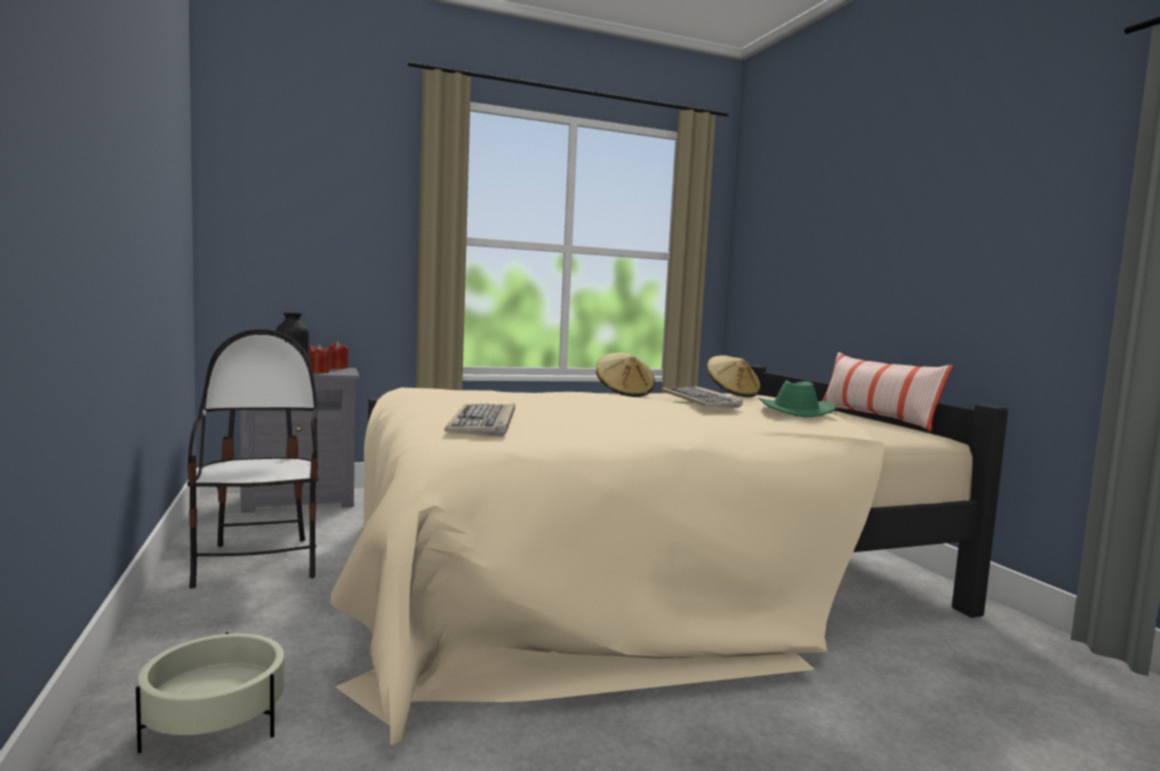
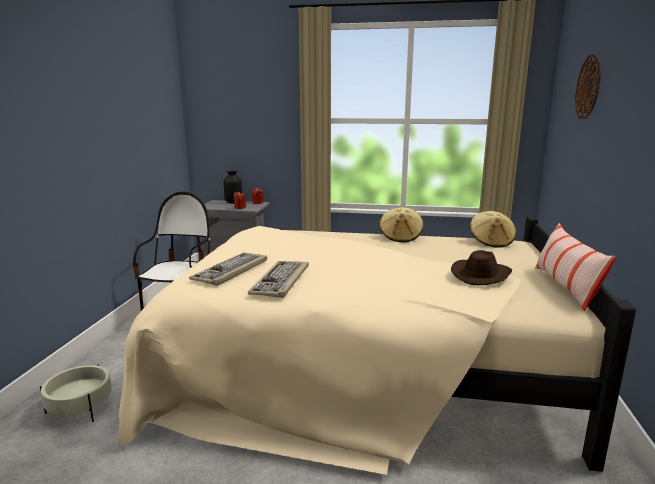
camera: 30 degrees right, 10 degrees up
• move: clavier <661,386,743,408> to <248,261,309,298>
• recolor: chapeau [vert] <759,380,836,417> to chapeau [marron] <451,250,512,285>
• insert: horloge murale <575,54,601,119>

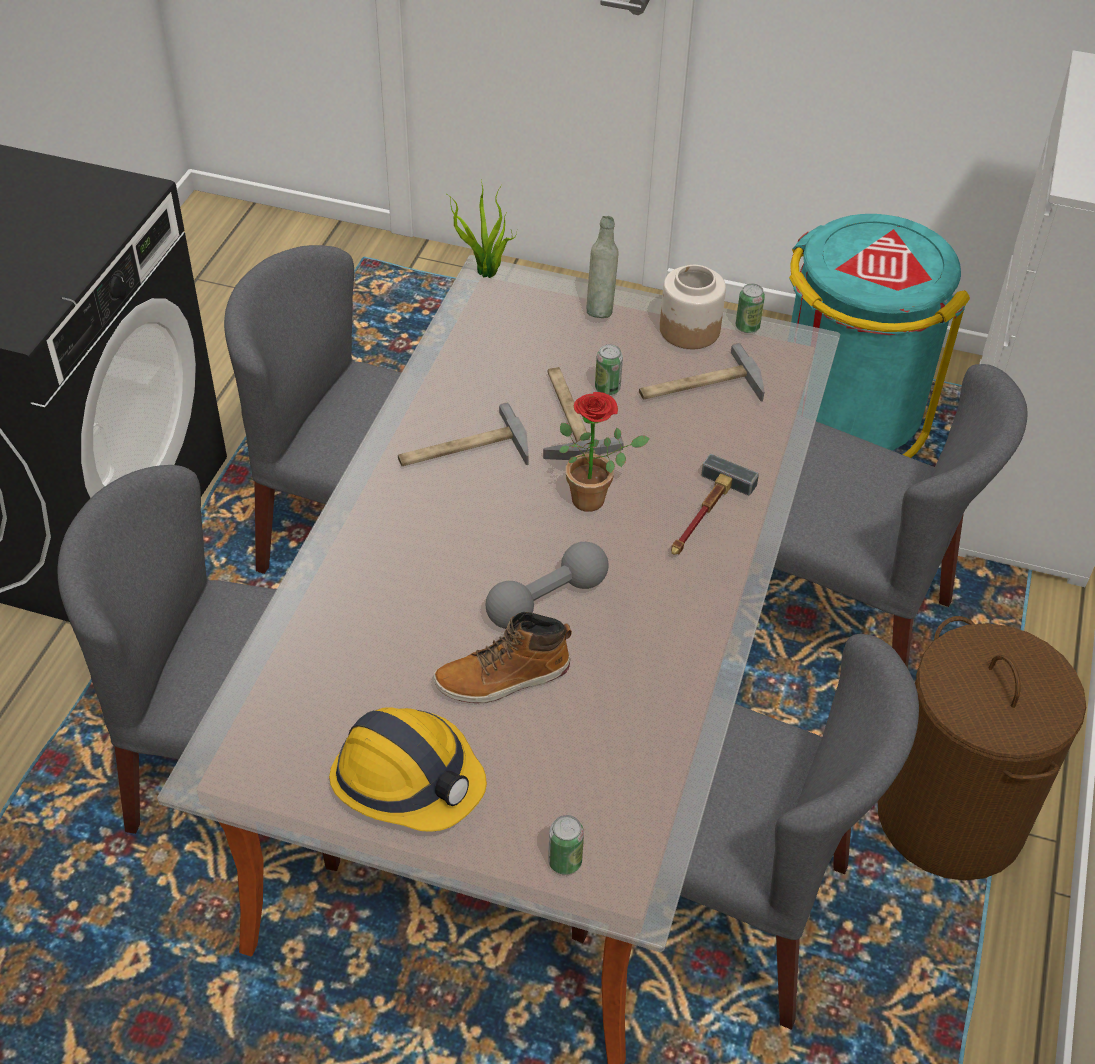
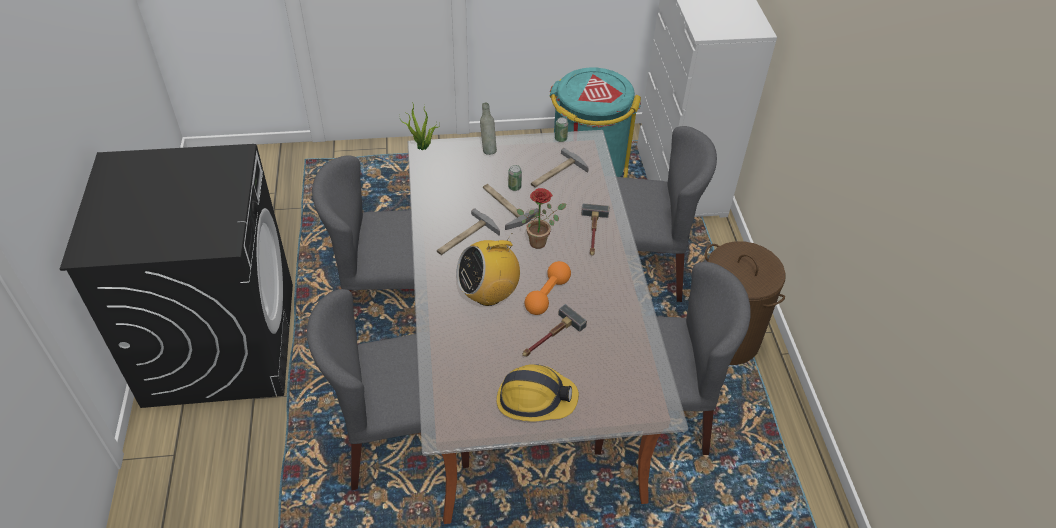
camera: 25 degrees left, 0 degrees up
• replace: botte <434,612,572,703> to marteau <522,304,587,357>
• recolor: haltère [gris] <485,542,609,629> to haltère [orange] <525,261,571,315>
• delete: boîte métallique <548,815,584,875>
• delete: bocal <660,265,726,349>
• insert: radio <456,233,520,306>

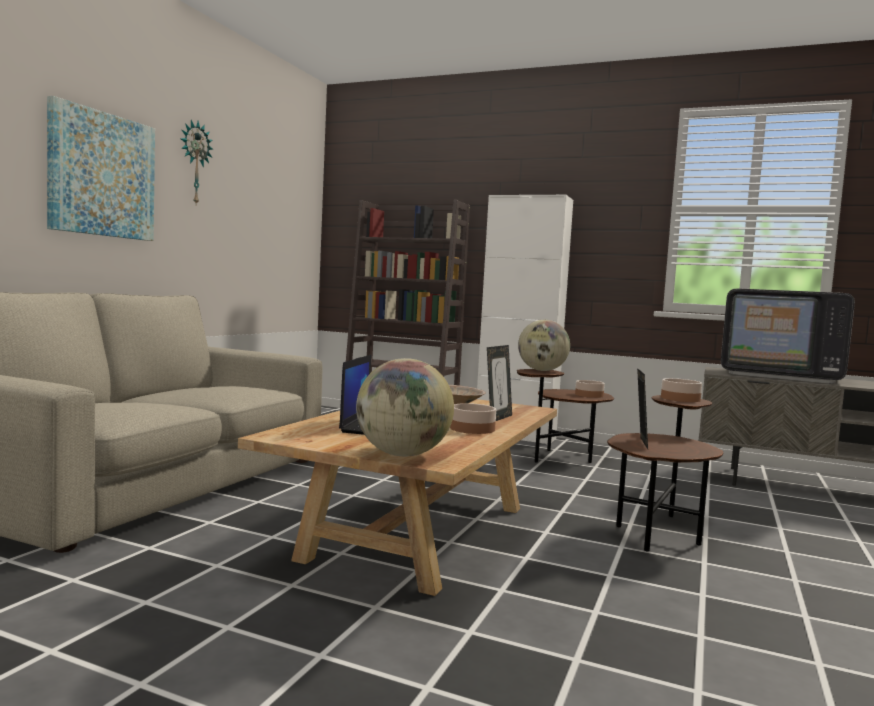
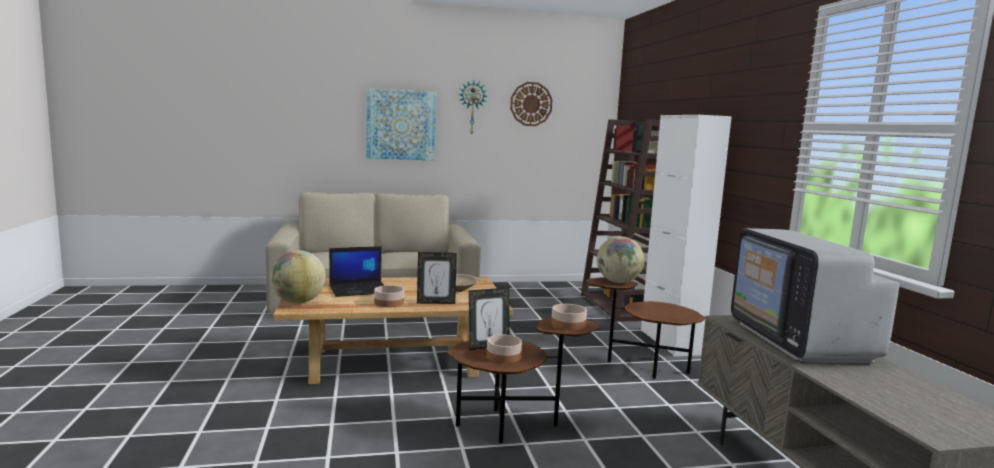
camera: 55 degrees right, 5 degrees up
• move: bol <575,380,605,398> to <487,335,522,363>
• insert: horloge murale <510,82,552,126>

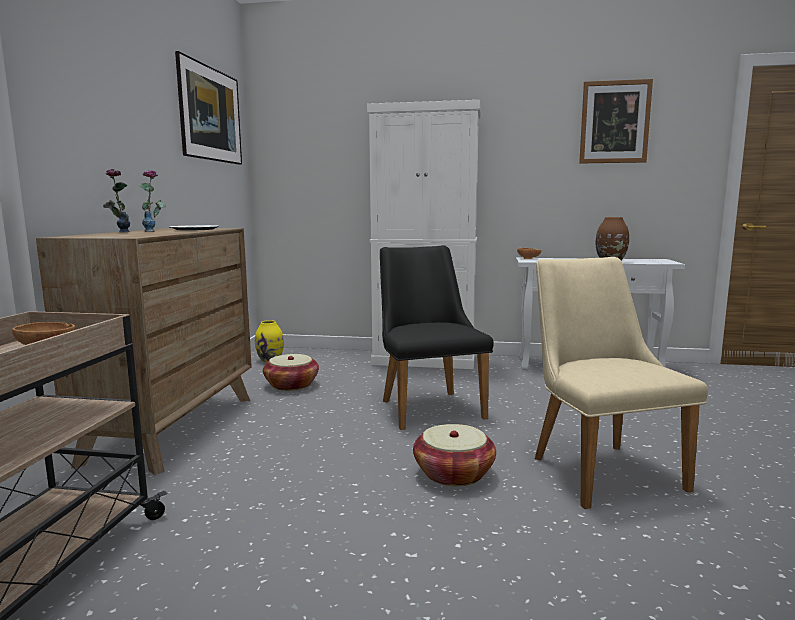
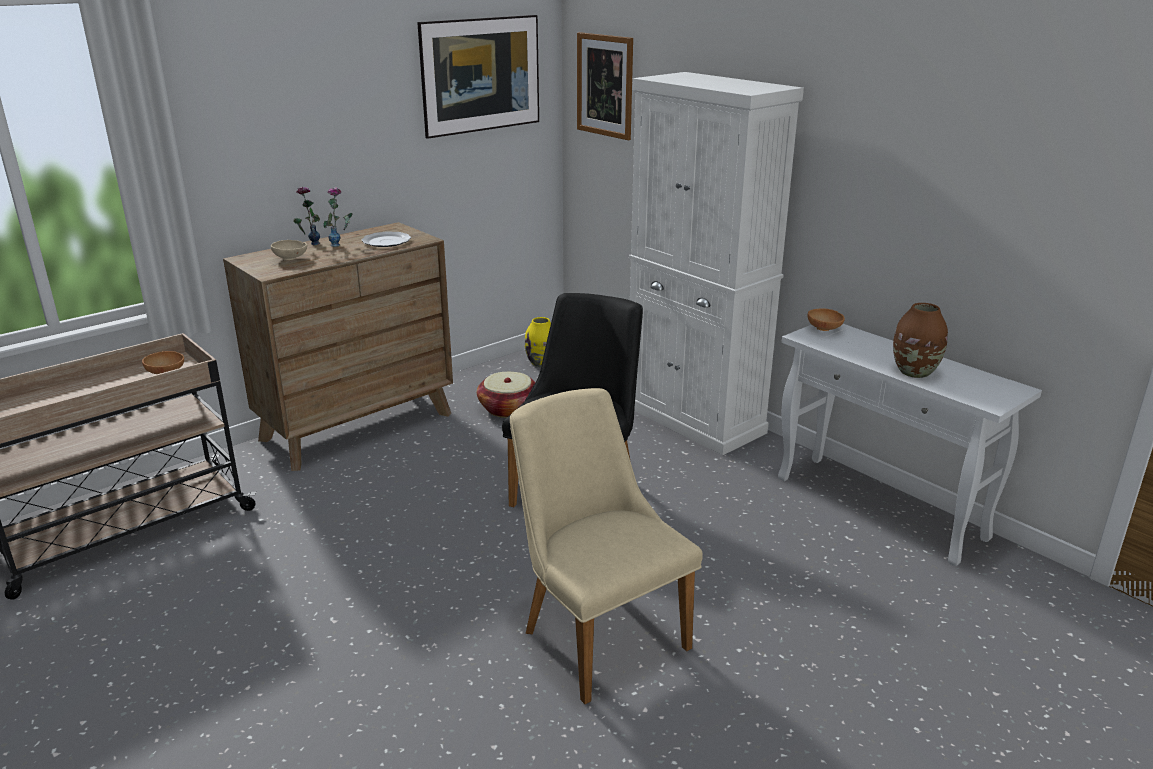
camera: 40 degrees right, 15 degrees up
• delete: panier <413,424,496,487>
• rotate: chaise [beige] <535,257,708,509> = <510,388,703,704> 60 degrees counterclockwise
• move: tableau <579,79,653,164> to <577,32,633,140>
• insert: bol [beige] <271,240,307,260>

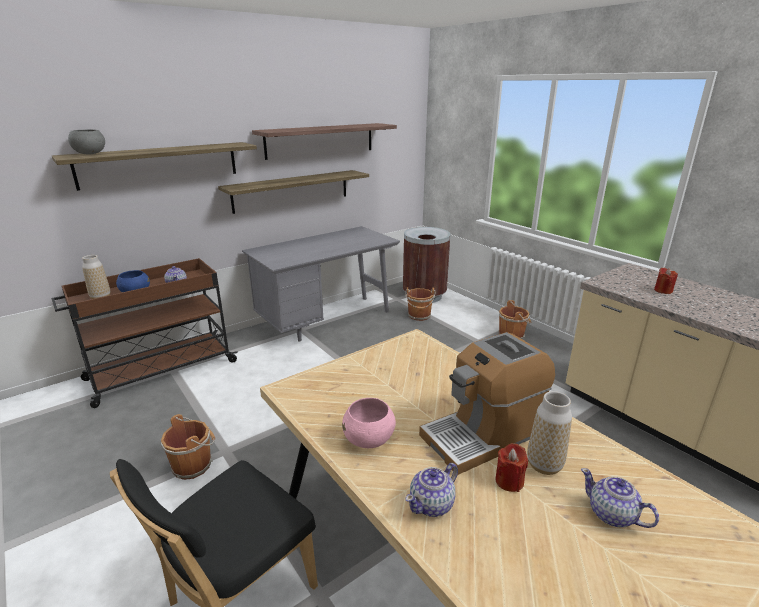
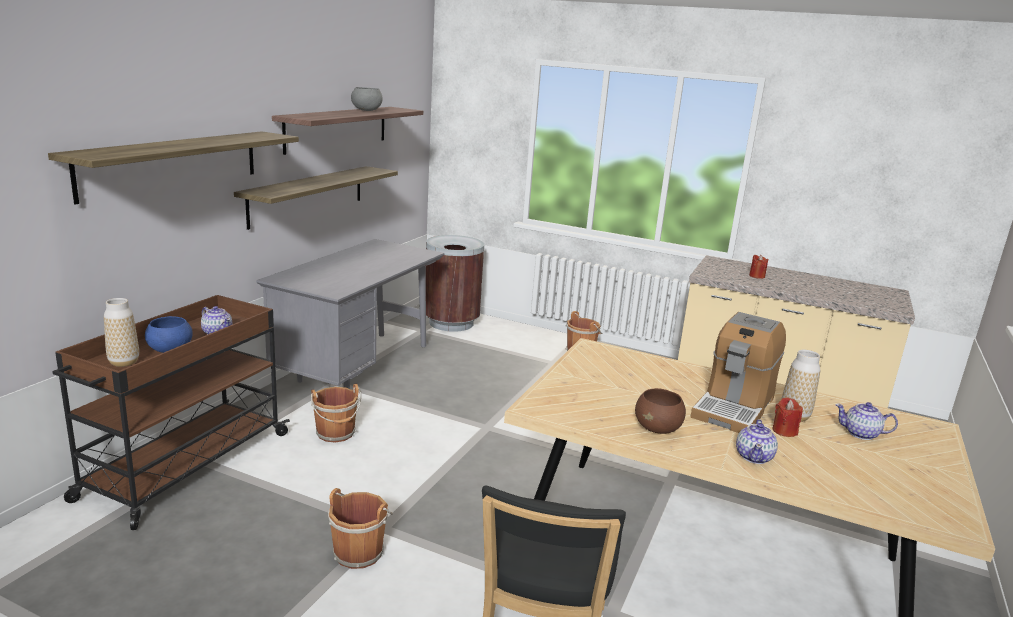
camera: 30 degrees left, 5 degrees down
• move: bol [gris] <68,129,105,155> to <351,87,383,111>
• recolor: bol [rose] <342,398,396,448> to bol [marron] <635,388,686,434>
• move: seau [marron] <405,287,436,321> to <311,384,361,443>

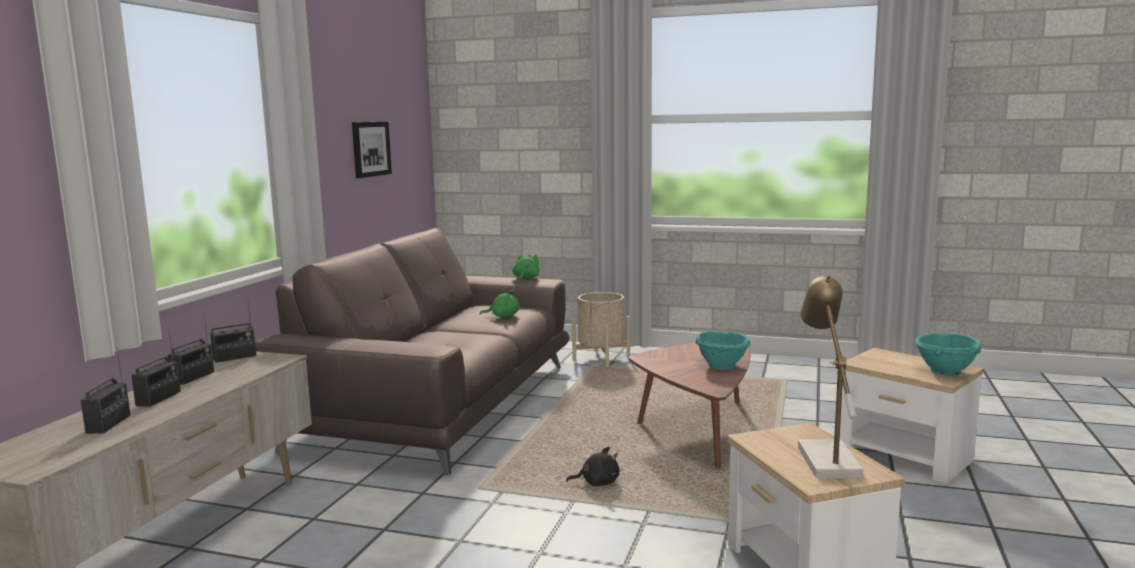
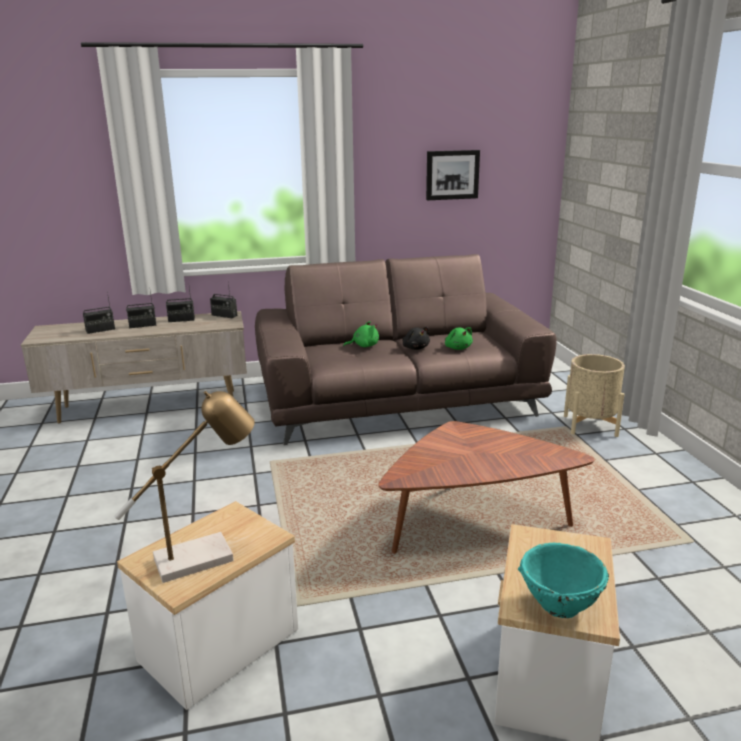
camera: 60 degrees right, 10 degrees up
• move: peluche [vert] <512,254,539,281> to <343,321,379,347>
• move: peluche [noir] <566,447,619,487> to <402,327,430,350>
• delete: bol [turquoise] <695,331,751,370>

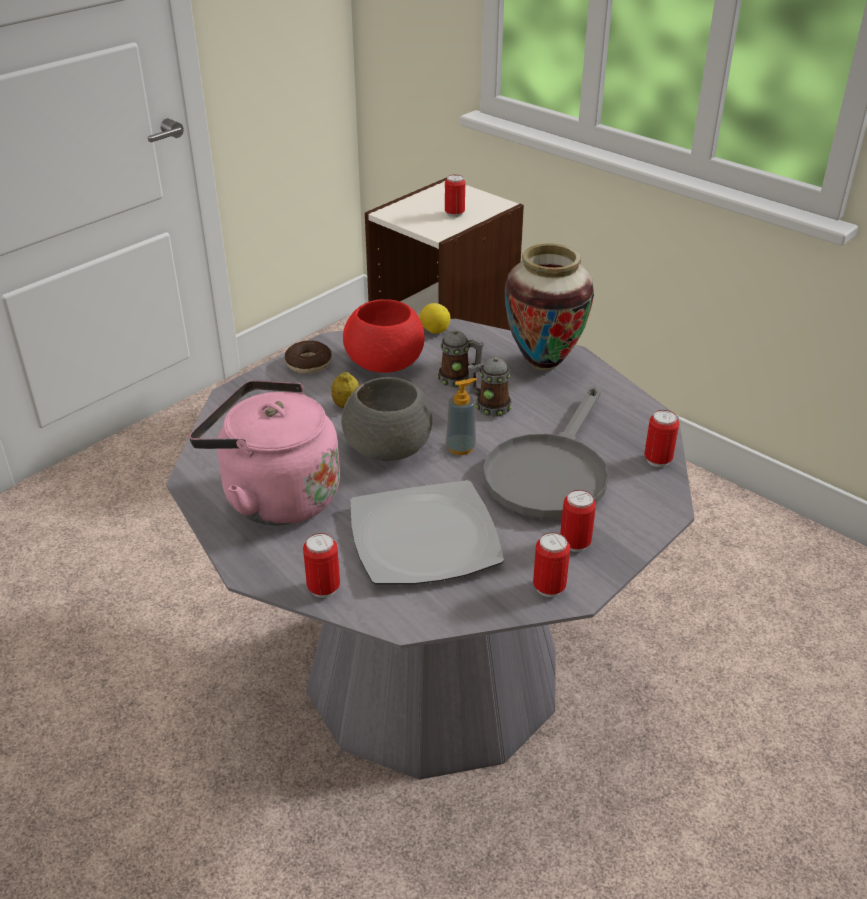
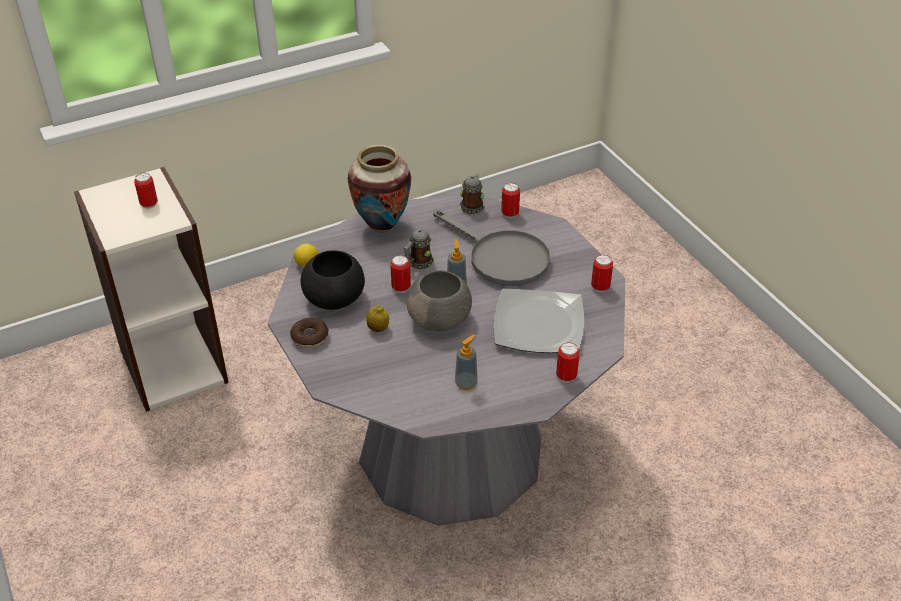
camera: 70 degrees left, 5 degrees up
• replace: bouilloire [rose] <189,380,340,525> to distributeur de savon <455,335,478,390>
• recolor: bol [rouge] <343,299,424,373> to bol [noir] <301,250,365,310>
• move: mug <437,330,484,388> to <460,174,484,214>
• move: boîte métallique <560,490,596,552> to <390,255,411,293>

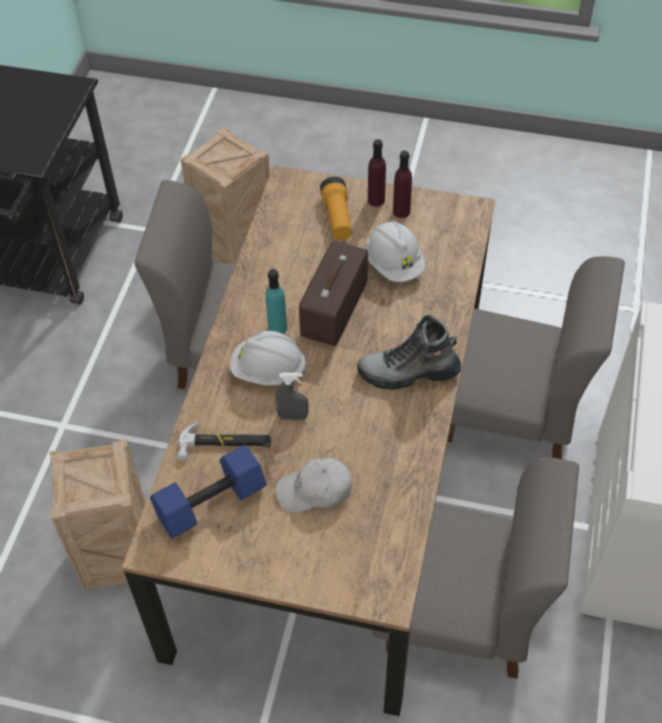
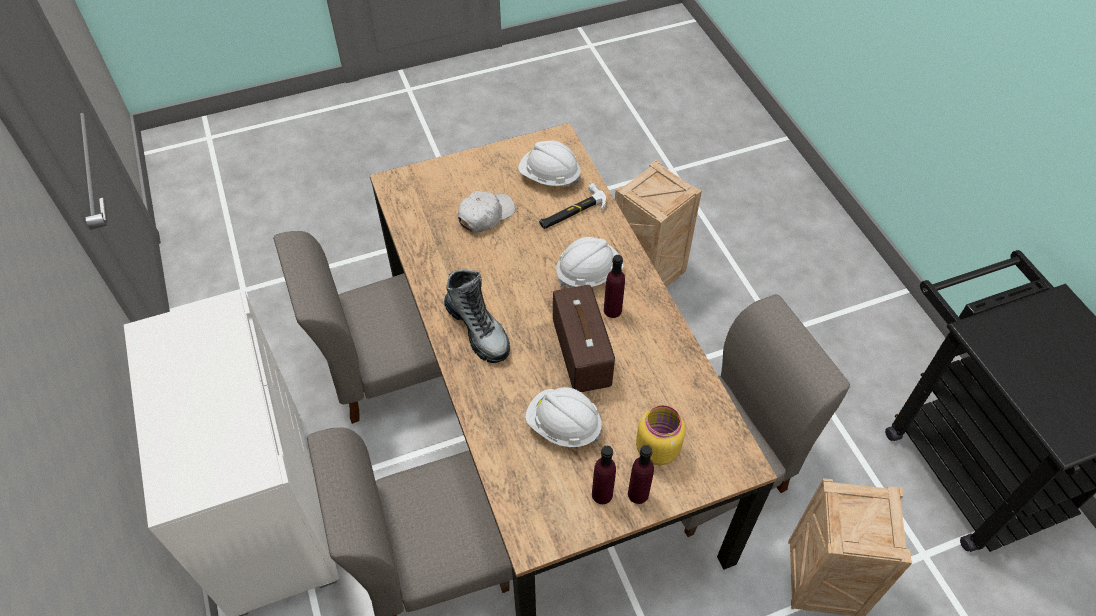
camera: 145 degrees right, 0 degrees up
• replace: haltère [bleu] <150,445,267,539> to casque de chantier [blanc] <518,140,581,187>
• recolor: bouteille [turquoise] <265,269,287,334> to bouteille [violet] <604,255,625,318>
• delete: vaporisateur [gris] <275,373,309,420>
• replace: lampe de poche <320,177,352,240> to bocal [jaune] <636,405,685,465>
• rotate: botte <357,314,461,390> = <444,269,510,363> 90 degrees clockwise

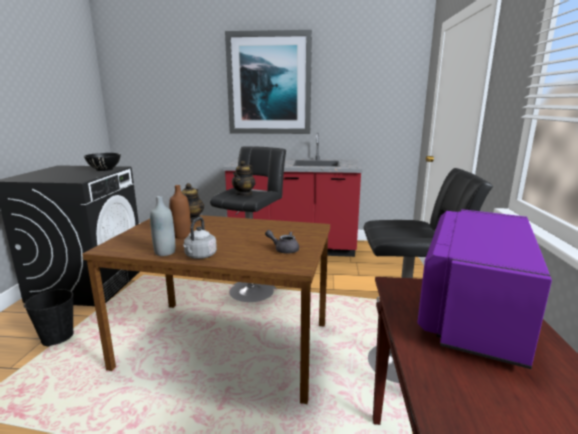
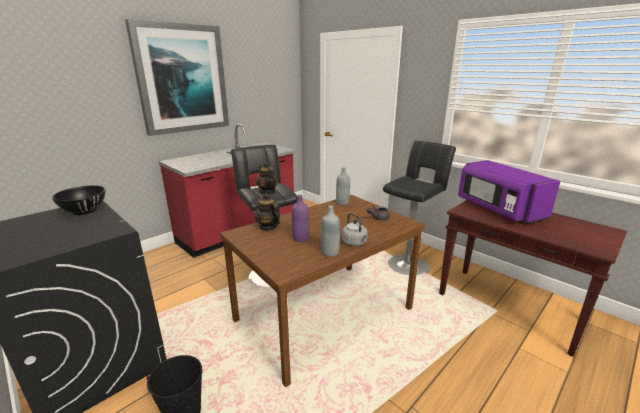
camera: 50 degrees left, 5 degrees up
• recolor: bouteille [marron] <169,185,191,238> to bouteille [violet] <292,195,309,242>
• insert: bouteille [gris] <336,167,350,205>

